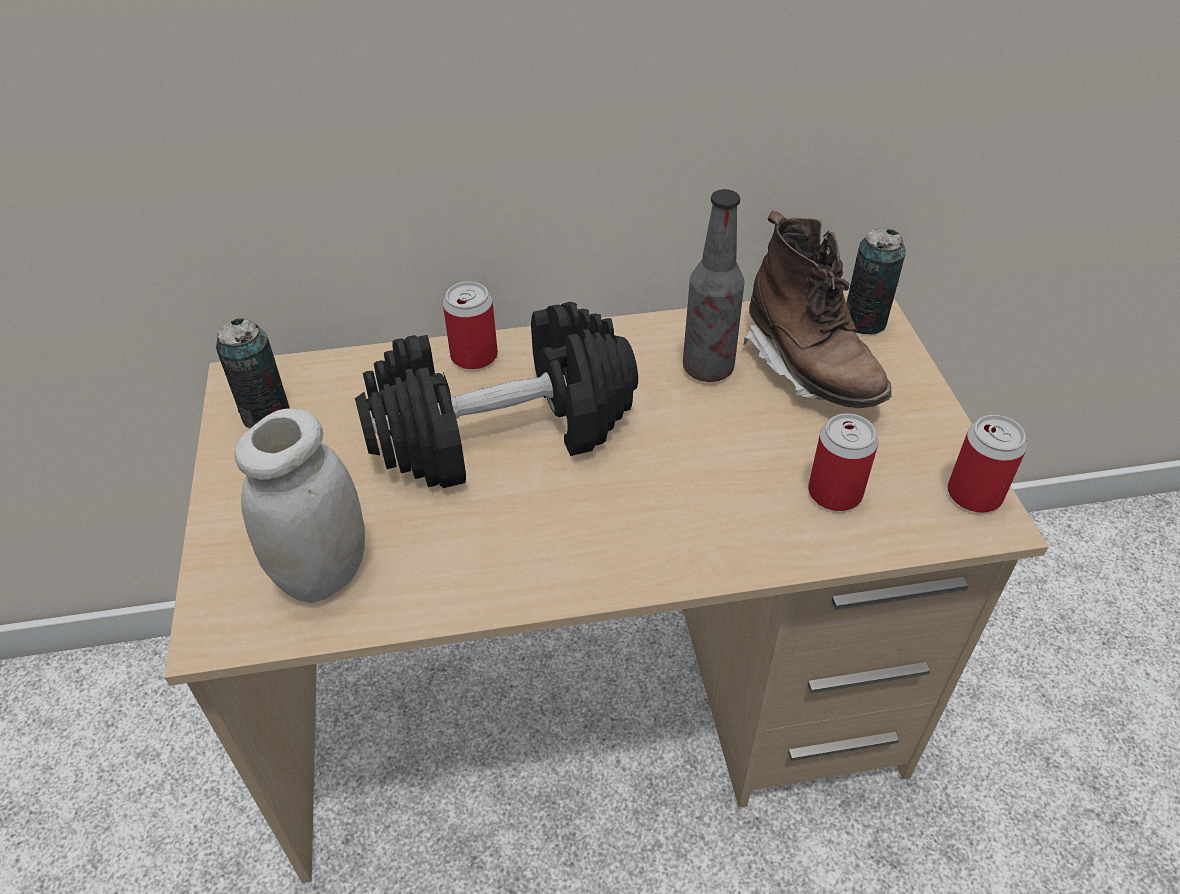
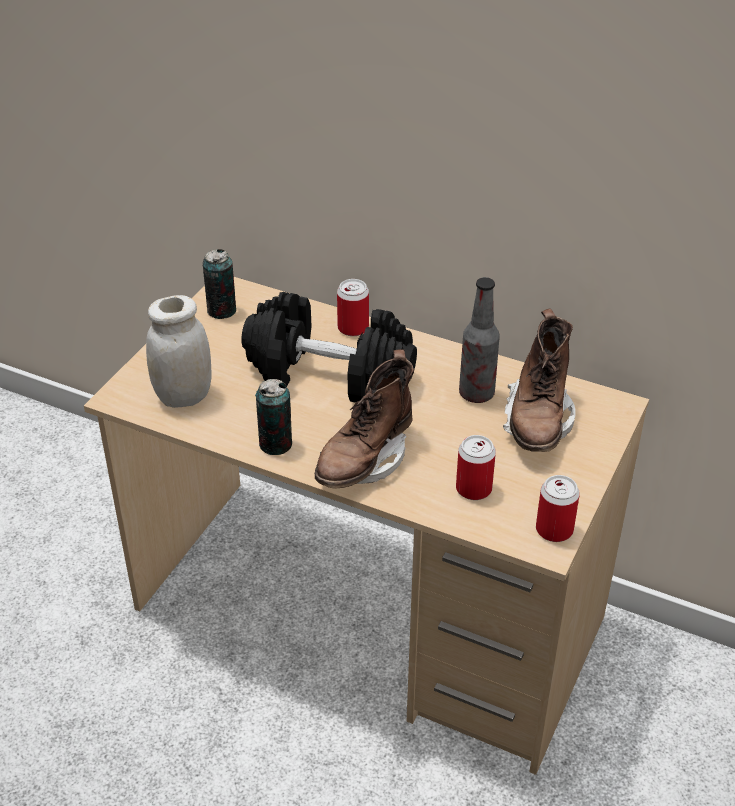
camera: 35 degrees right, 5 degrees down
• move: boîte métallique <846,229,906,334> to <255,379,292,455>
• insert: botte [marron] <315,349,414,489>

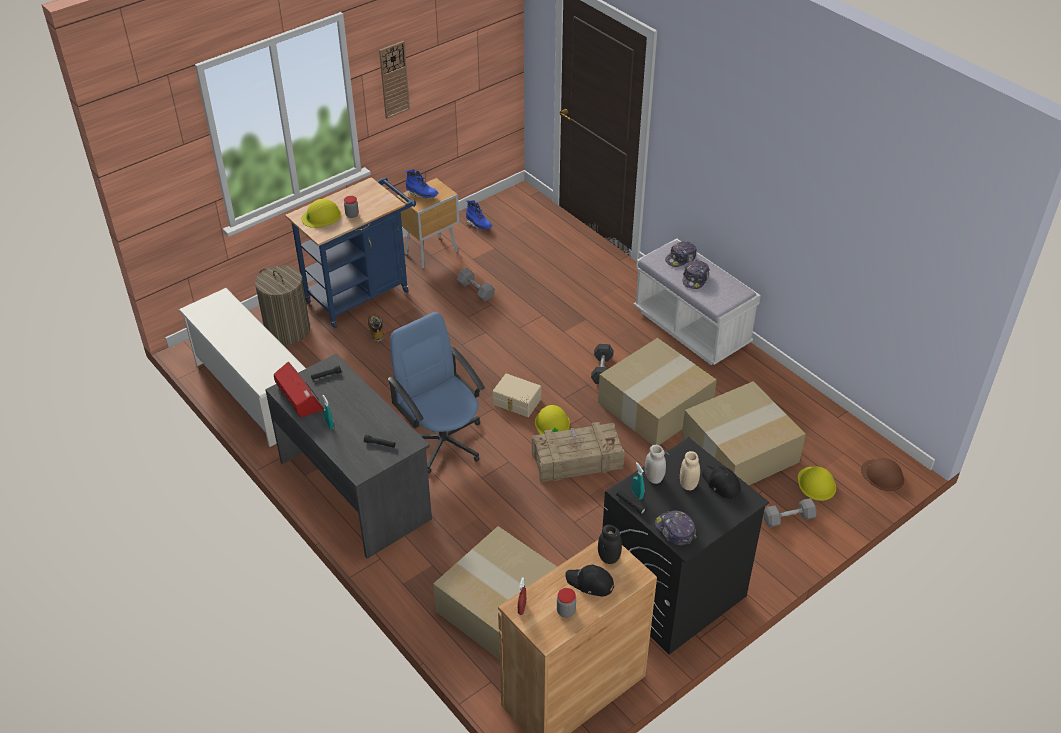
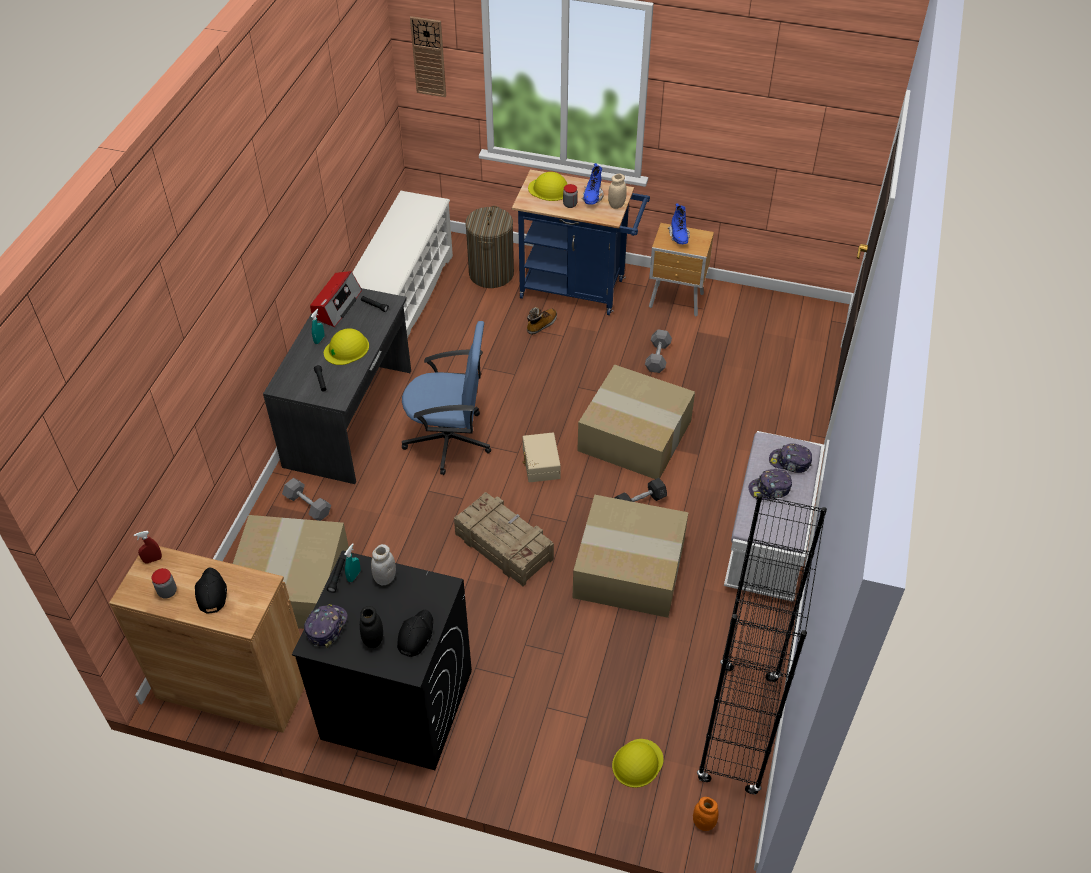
camera: 55 degrees right, 5 degrees up
• move: horloge murale <379,41,410,119> to <410,16,446,97>
• rotate: chaise de bureau [bleu] <387,312,485,474> = <402,321,491,475> 75 degrees clockwise
• move: botte [bleu] <466,200,492,230> to <582,163,604,205>
• move: casque de chantier [jaune] <535,405,570,434> to <324,328,369,365>
• move: bocal [noir] <598,525,622,564> to <360,606,383,648>
• move: bocal [beige] <680,451,700,490> to <608,174,627,209>
• move: carton <681,381,806,485> to <577,364,695,479>
• move: haltère [gris] <763,498,817,528> to <282,478,331,521>
• replace: casque de chantier [marron] <861,458,904,491> to bocal [orange] <693,797,719,831>
• insert: bibliothèque [noir] <697,493,827,795>

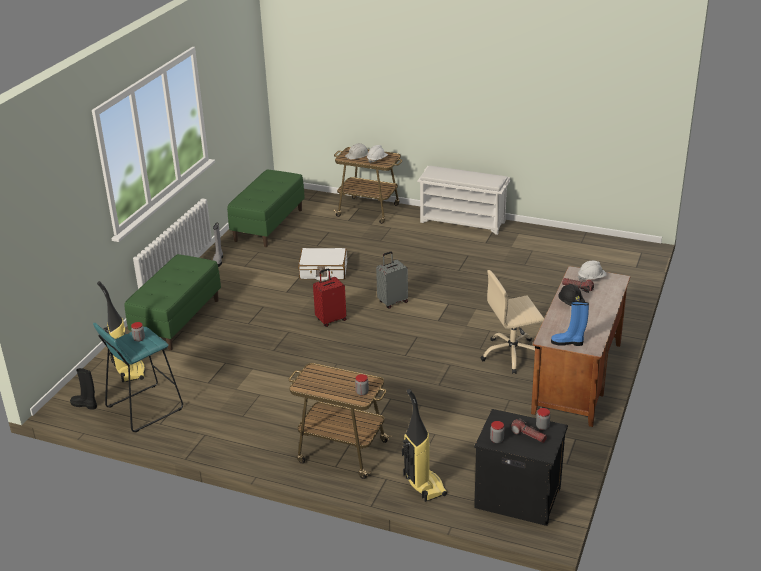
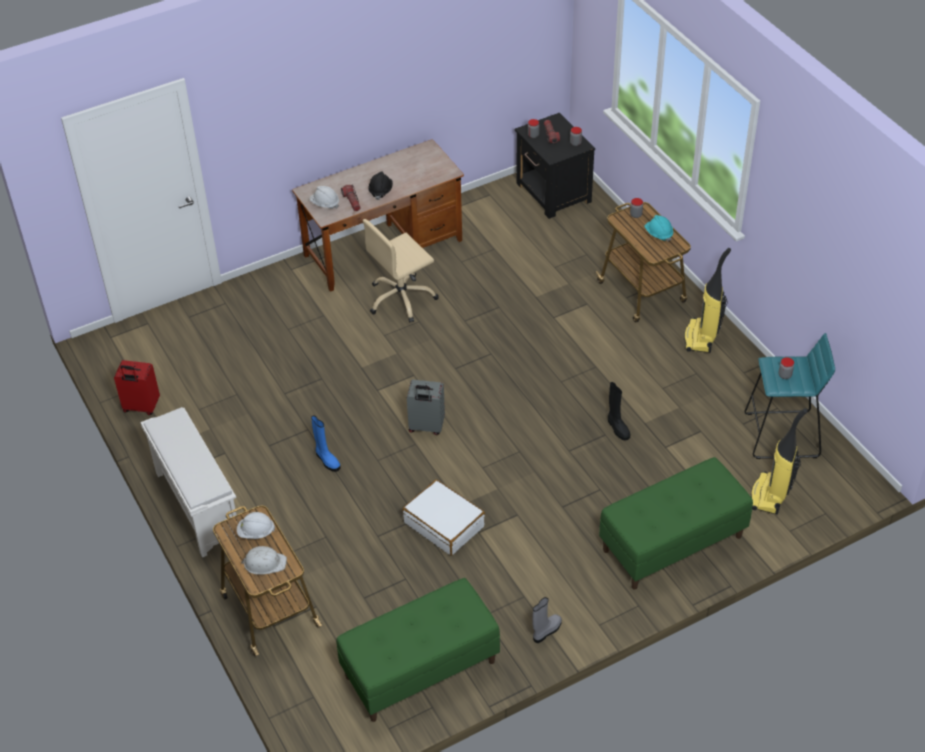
camera: 140 degrees left, 15 degrees up
• move: botte [noir] <70,368,97,410> to <608,382,630,441>
• move: valise [rouge] <313,269,346,327> to <114,360,160,415>
• move: aspirateur <402,389,447,502> to <684,248,731,353>
• rotate: chaise de bureau [beige] <480,270,544,374> = <363,219,439,323> 120 degrees clockwise
• move: botte [bleu] <551,301,589,346> to <311,415,341,472>
• insert: casque de chantier [turquoise] <645,215,673,242>

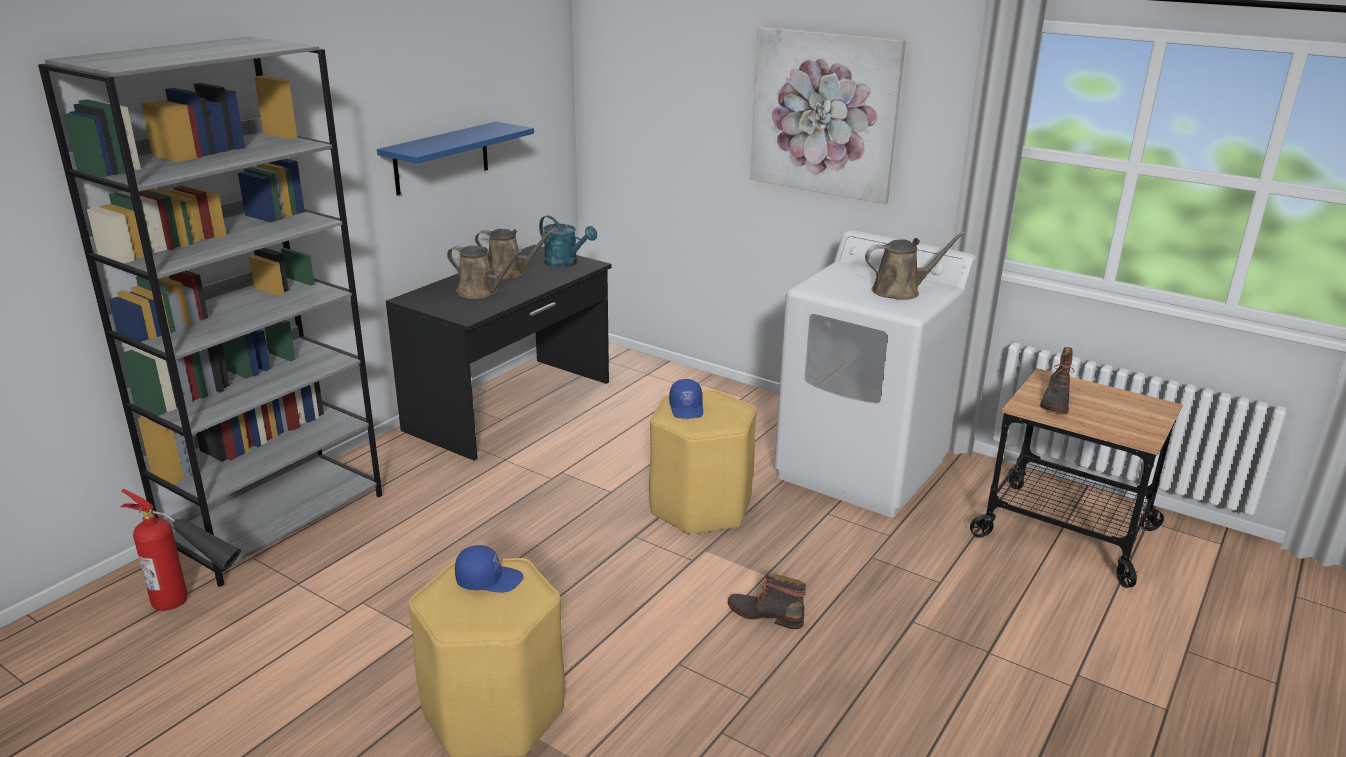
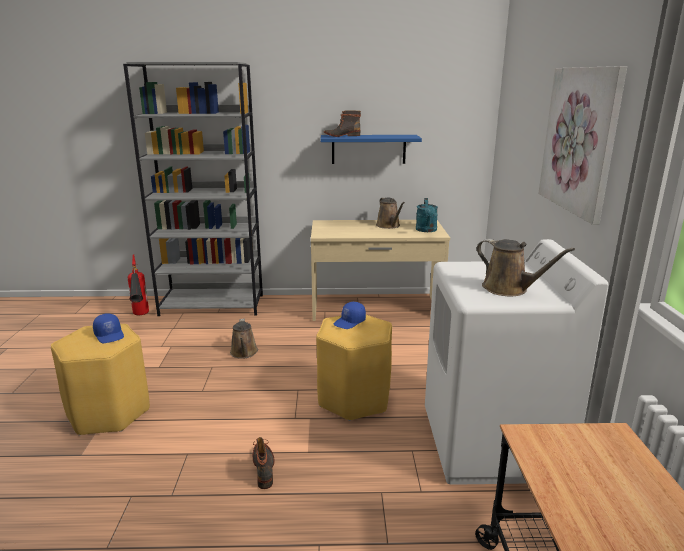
camera: 55 degrees right, 5 degrees down
• recolor: bureau [noir] <386,245,612,461> to bureau [beige] <311,220,450,321>
• move: arrosoir [marron] <447,245,523,299> to <230,319,258,359>
• move: botte <1040,347,1074,413> to <324,110,361,137>

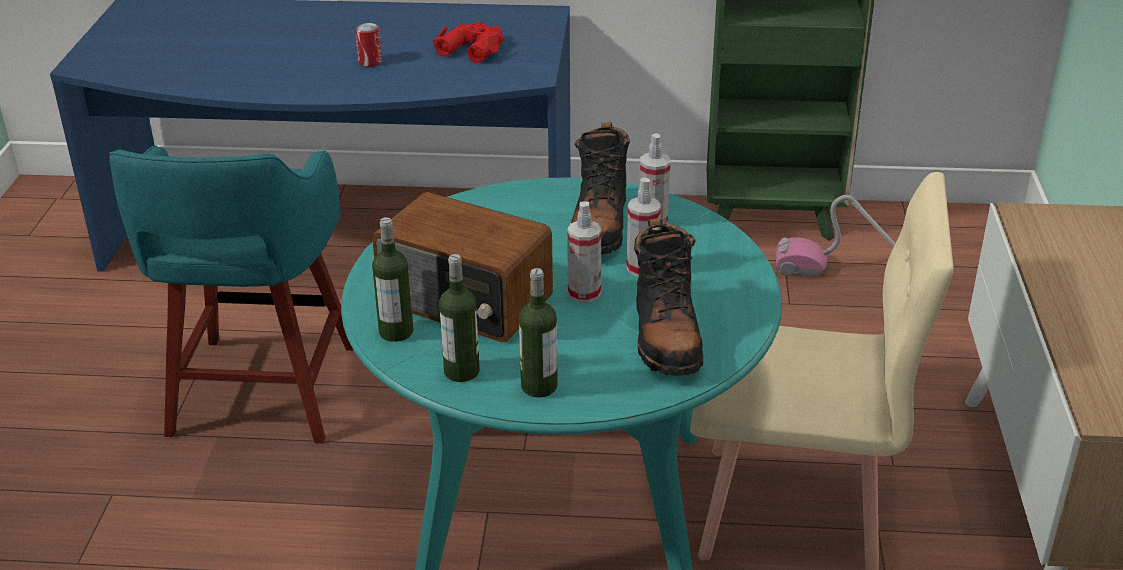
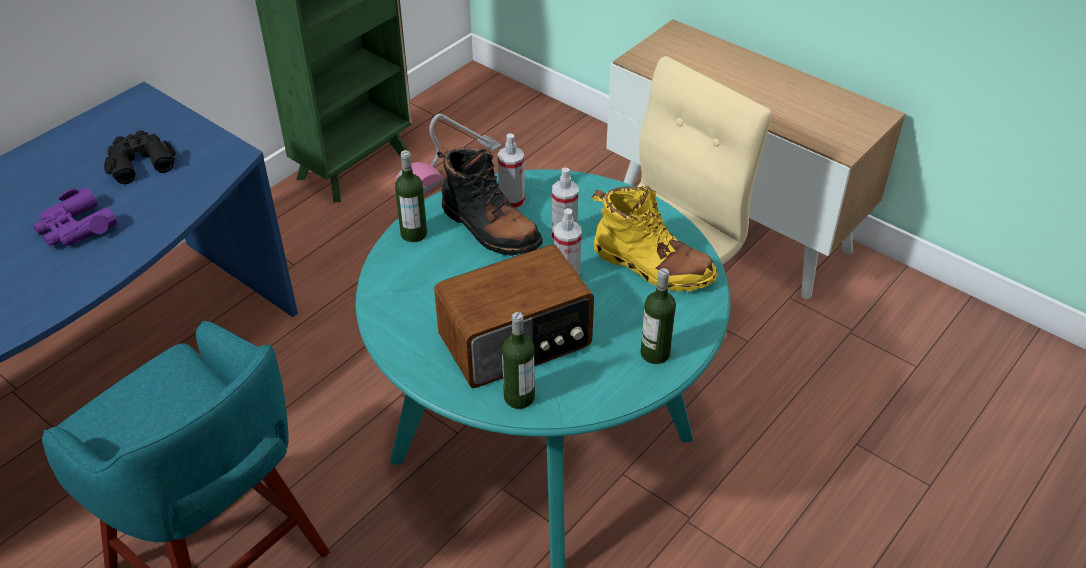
camera: 55 degrees left, 10 degrees up
• replace: boîte métallique <355,23,382,67> to jumelles [violet] <33,187,117,247>
• recolor: jumelles [rouge] <433,22,503,63> to jumelles [noir] <104,130,176,184>
• move: bouteille <439,254,480,382> to <395,150,427,242>
• recolor: botte [noir] <634,217,703,376> to botte [jaune] <592,186,717,292>

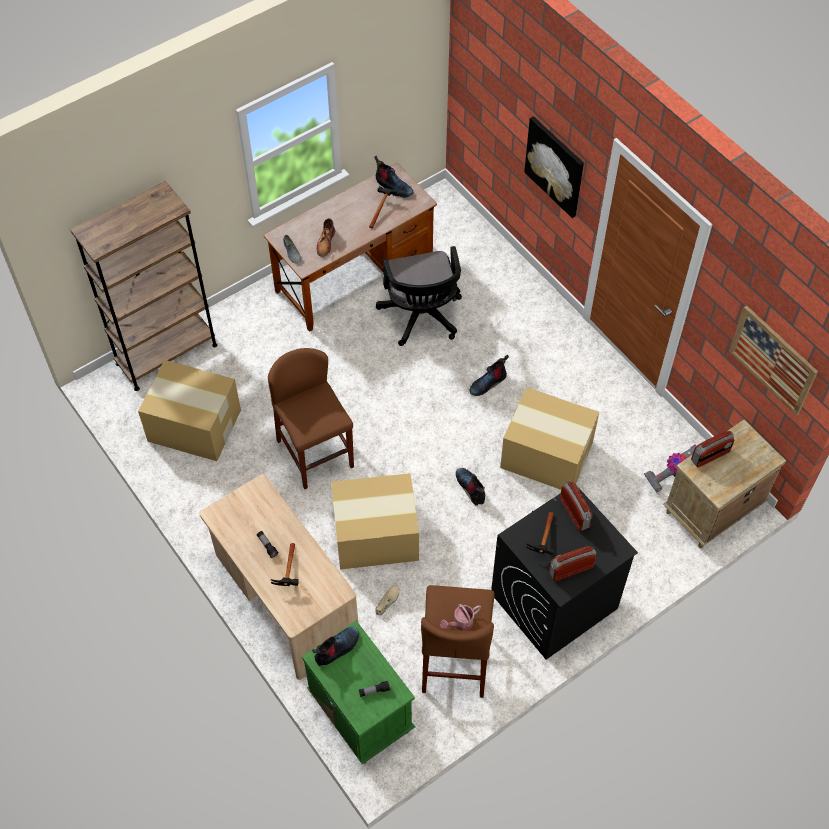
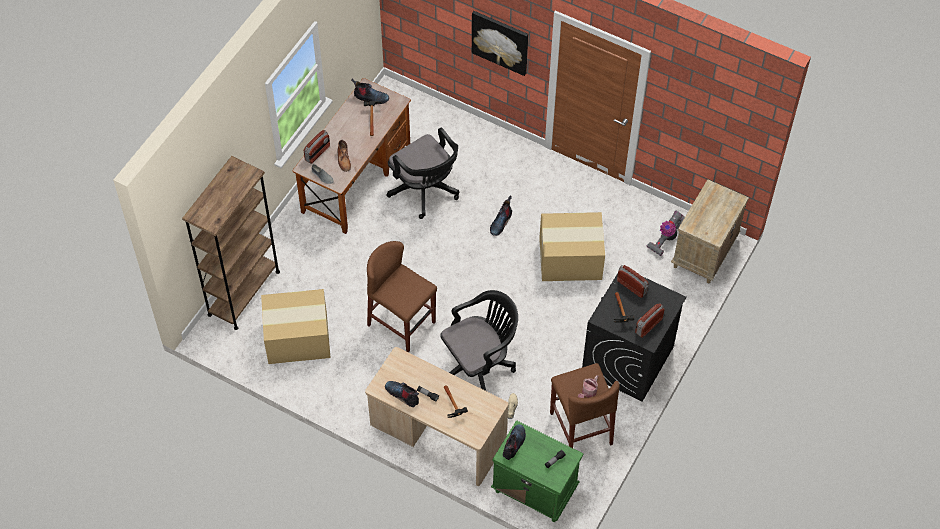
camera: 25 degrees left, 0 degrees up
• replace: carton <331,473,419,570> to chaise de bureau [noir] <441,290,518,391>
• move: botte <456,468,485,506> to <385,381,419,407>
• move: radio <691,431,734,467> to <304,130,330,164>
• delete: tableau <729,305,818,416>

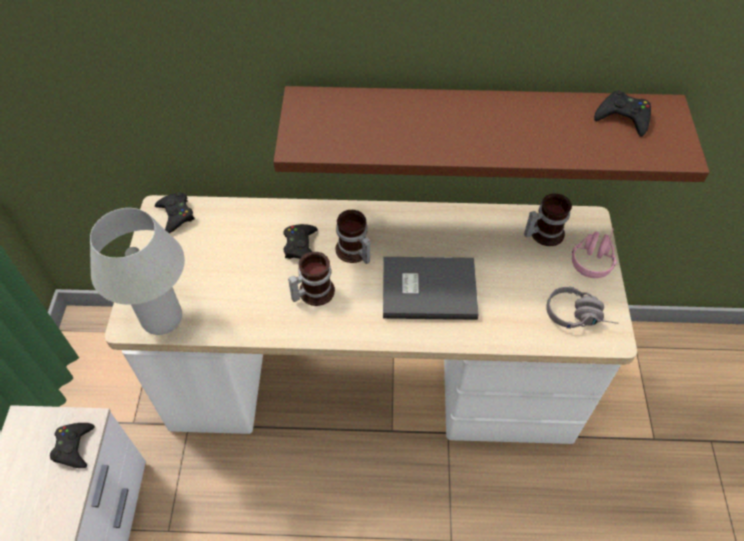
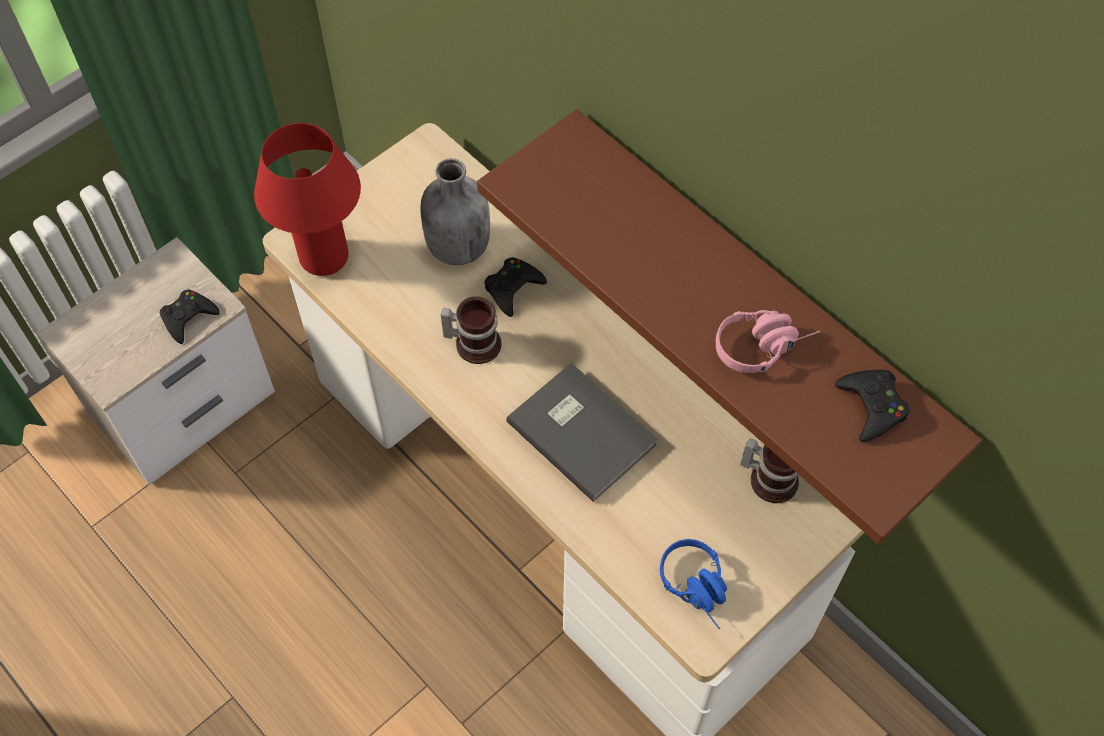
camera: 45 degrees right, 5 degrees up
• recolor: lampe de table [blanc] <90,208,185,335> to lampe de table [rouge] <254,123,361,276>
• delete: manette [noir] <155,193,195,233>
• delete: mug <336,210,371,264>
• recolor: casque audio [gris] <546,287,619,329> to casque audio [bleu] <660,539,727,629>
• move: casque audio [rose] <572,228,617,278> to <716,310,820,373>
• insert: bouteille [gris] <420,158,490,265>

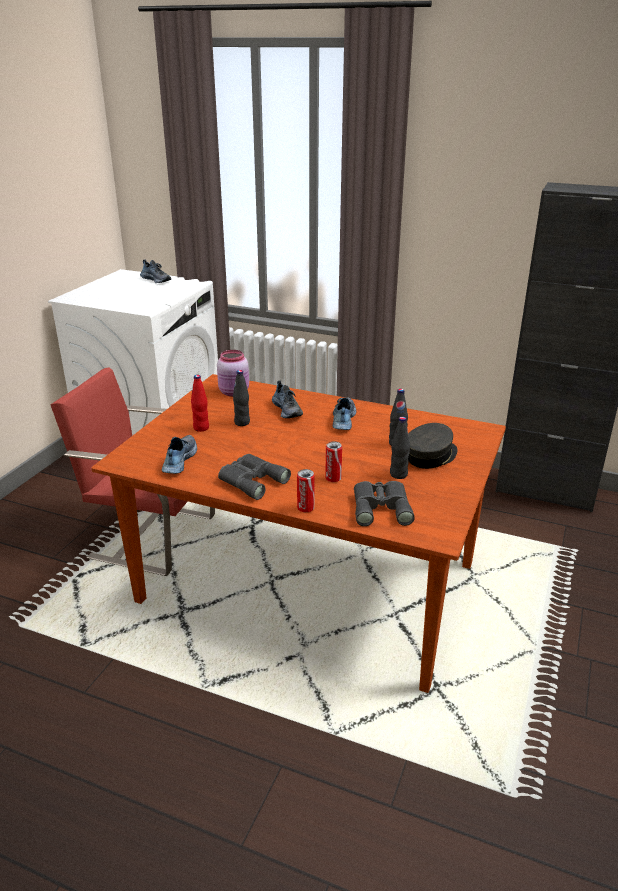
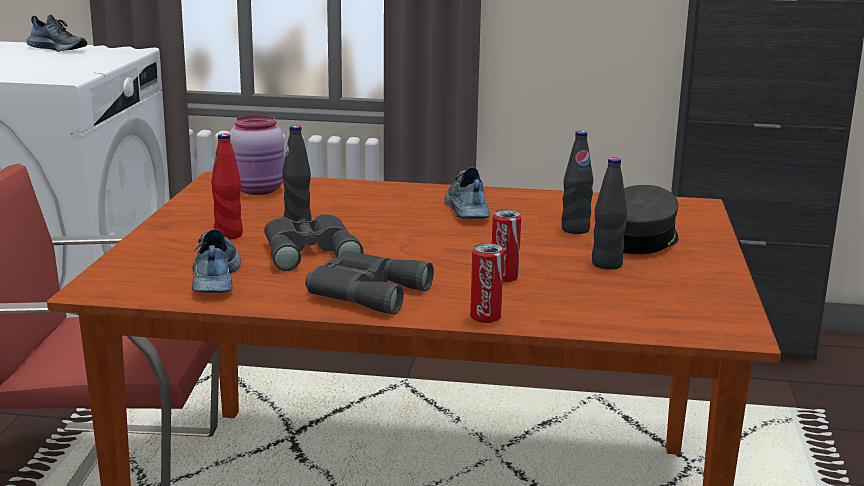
camera: 15 degrees left, 10 degrees down
• delete: chaussure <272,381,303,418>
• move: jumelles [gris] <354,481,415,526> to <264,214,364,271>

